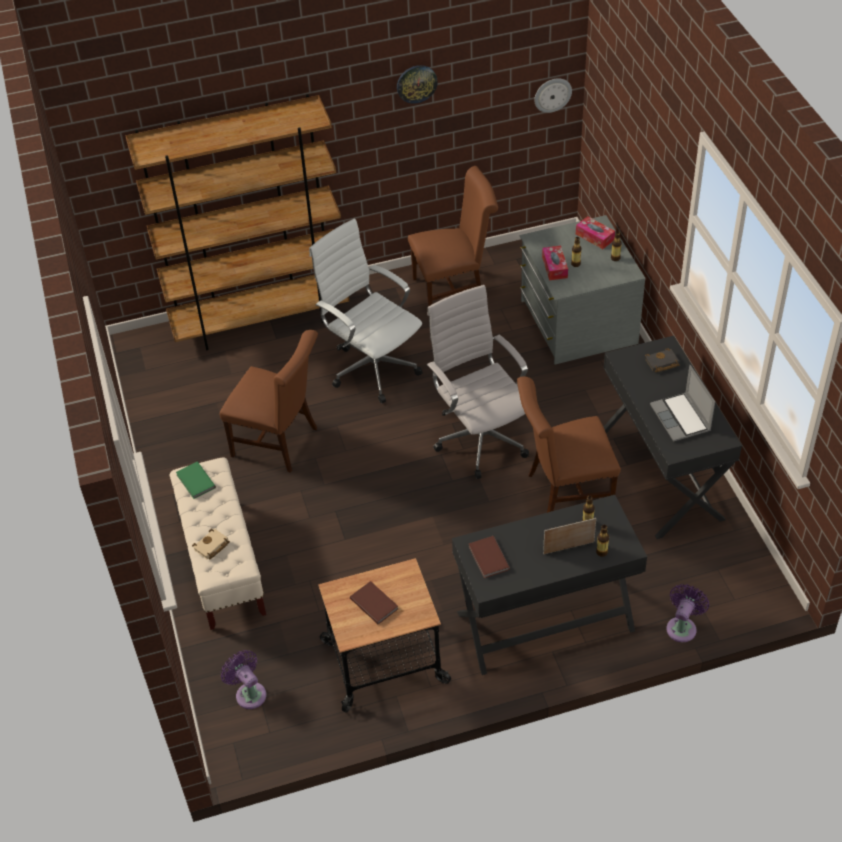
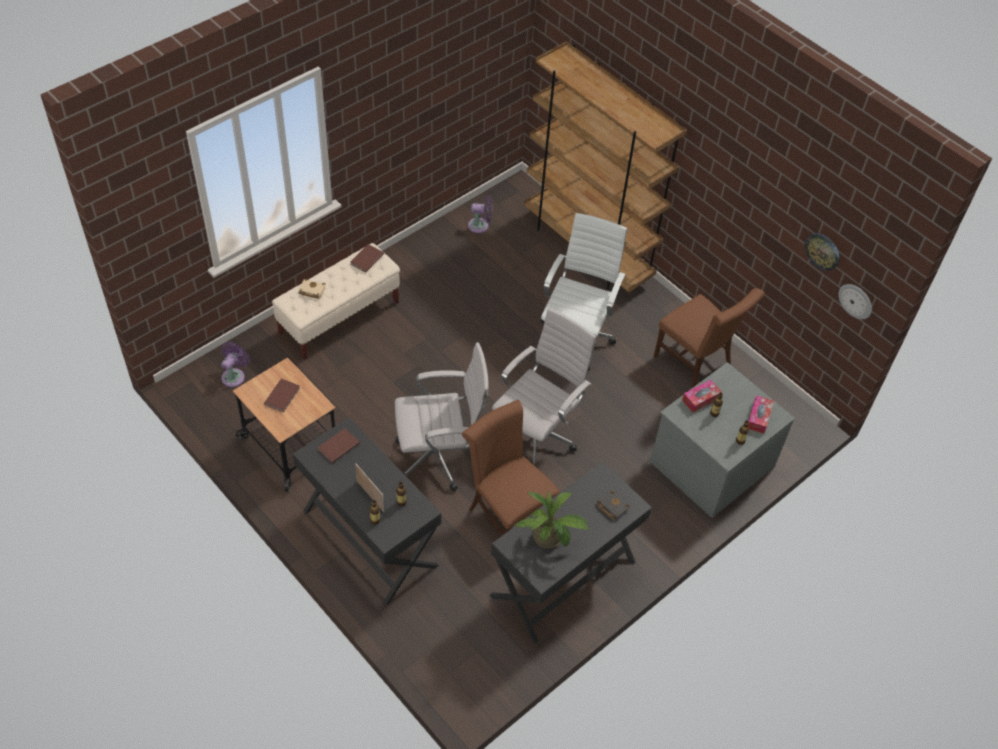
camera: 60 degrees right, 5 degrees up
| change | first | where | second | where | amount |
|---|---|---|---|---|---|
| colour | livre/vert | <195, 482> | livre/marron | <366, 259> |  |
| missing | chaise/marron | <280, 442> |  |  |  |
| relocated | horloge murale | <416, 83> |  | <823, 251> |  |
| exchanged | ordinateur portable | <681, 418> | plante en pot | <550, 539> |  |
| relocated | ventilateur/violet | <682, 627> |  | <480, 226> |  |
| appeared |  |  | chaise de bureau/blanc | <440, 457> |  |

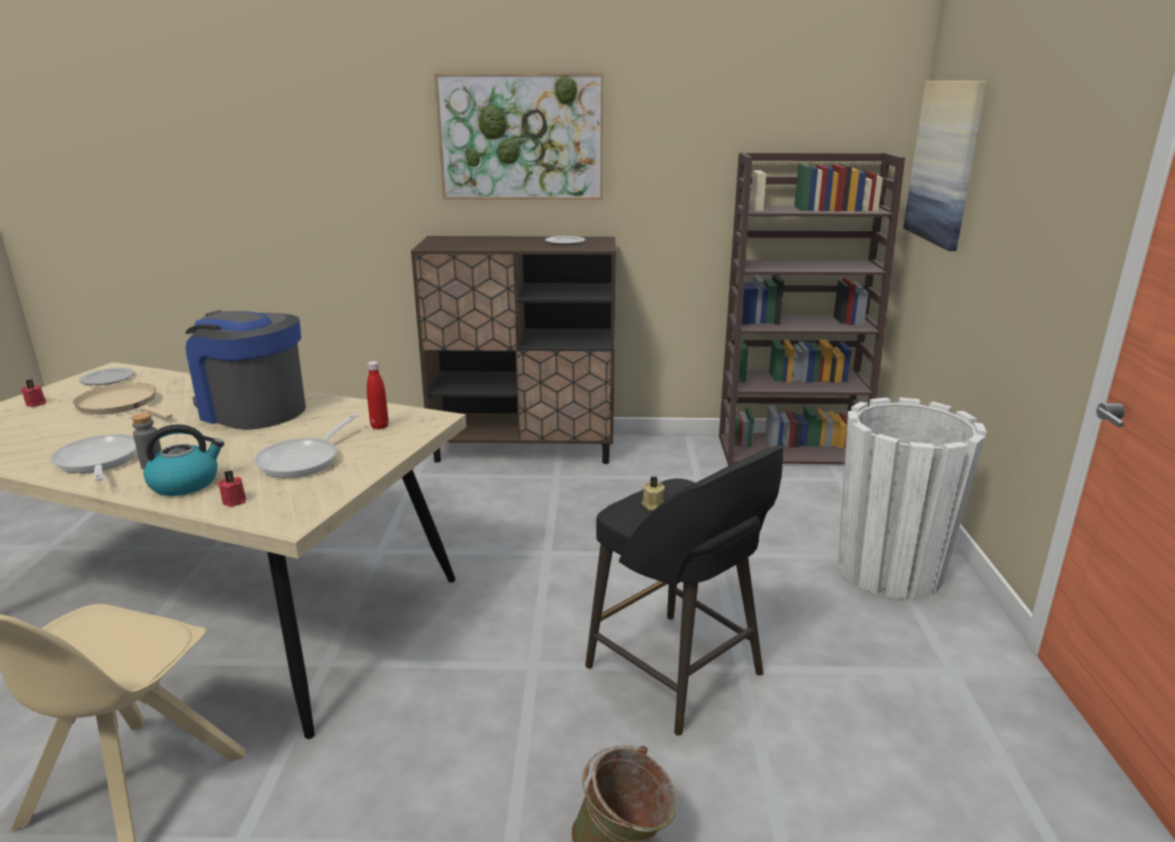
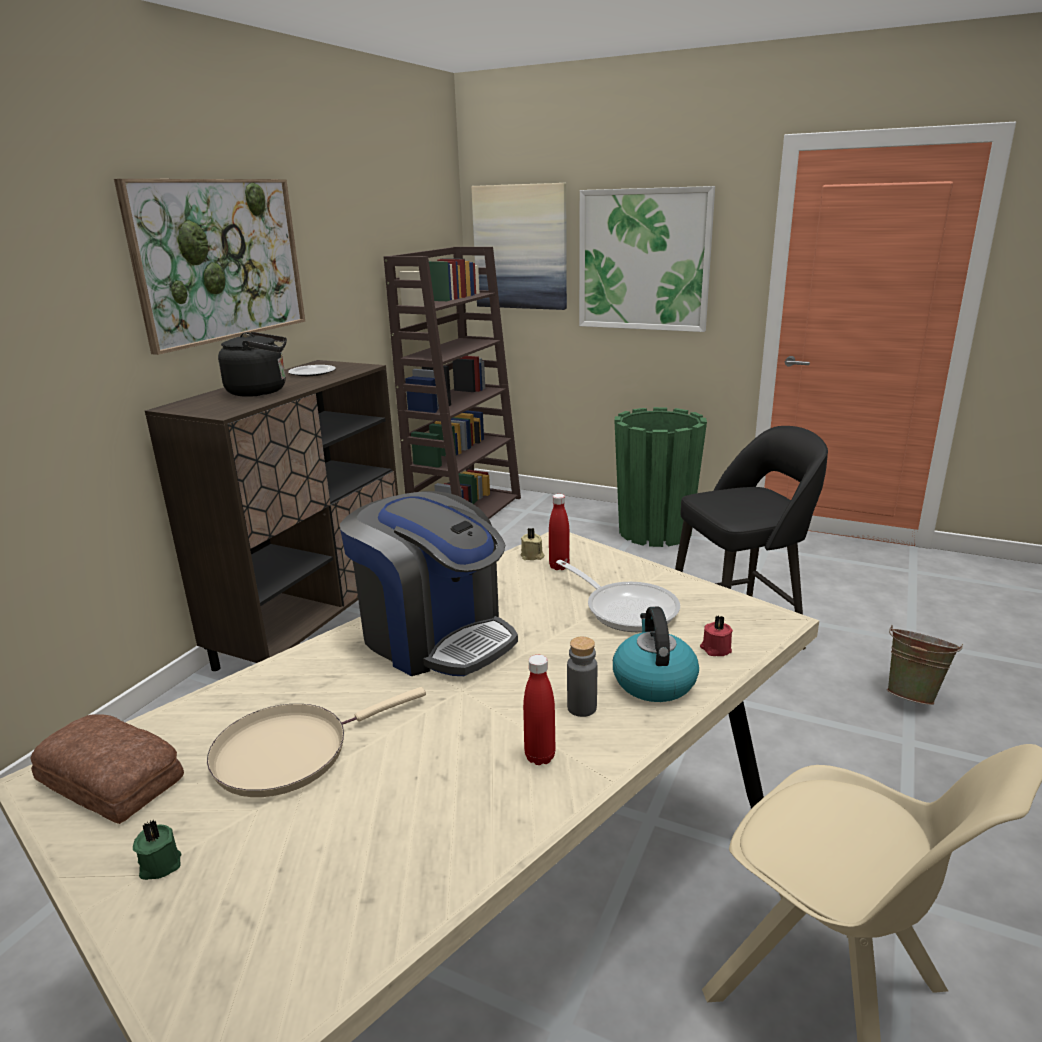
camera: 65 degrees left, 0 degrees up
| change | first | where | second | where | amount |
|---|---|---|---|---|---|
| colour | bougie/rouge | <37, 403> | bougie/vert | <159, 864> |  |
| exchanged | poêle | <97, 462> | bouteille/rouge | <540, 757> |  |
| exchanged | assiette | <109, 378> | pain | <111, 777> |  |
| spun | machine à café | <252, 410> |  | <435, 637> | 105 degrees counterclockwise |
| relocated | bougie/beige | <652, 505> |  | <532, 556> |  |
| colour | cache-pot/blanc | <889, 569> | cache-pot/vert | <655, 531> |  |
| appeared |  |  | bouilloire/noir | <261, 391> |  |
| appeared |  |  | tableau | <643, 260> |  |

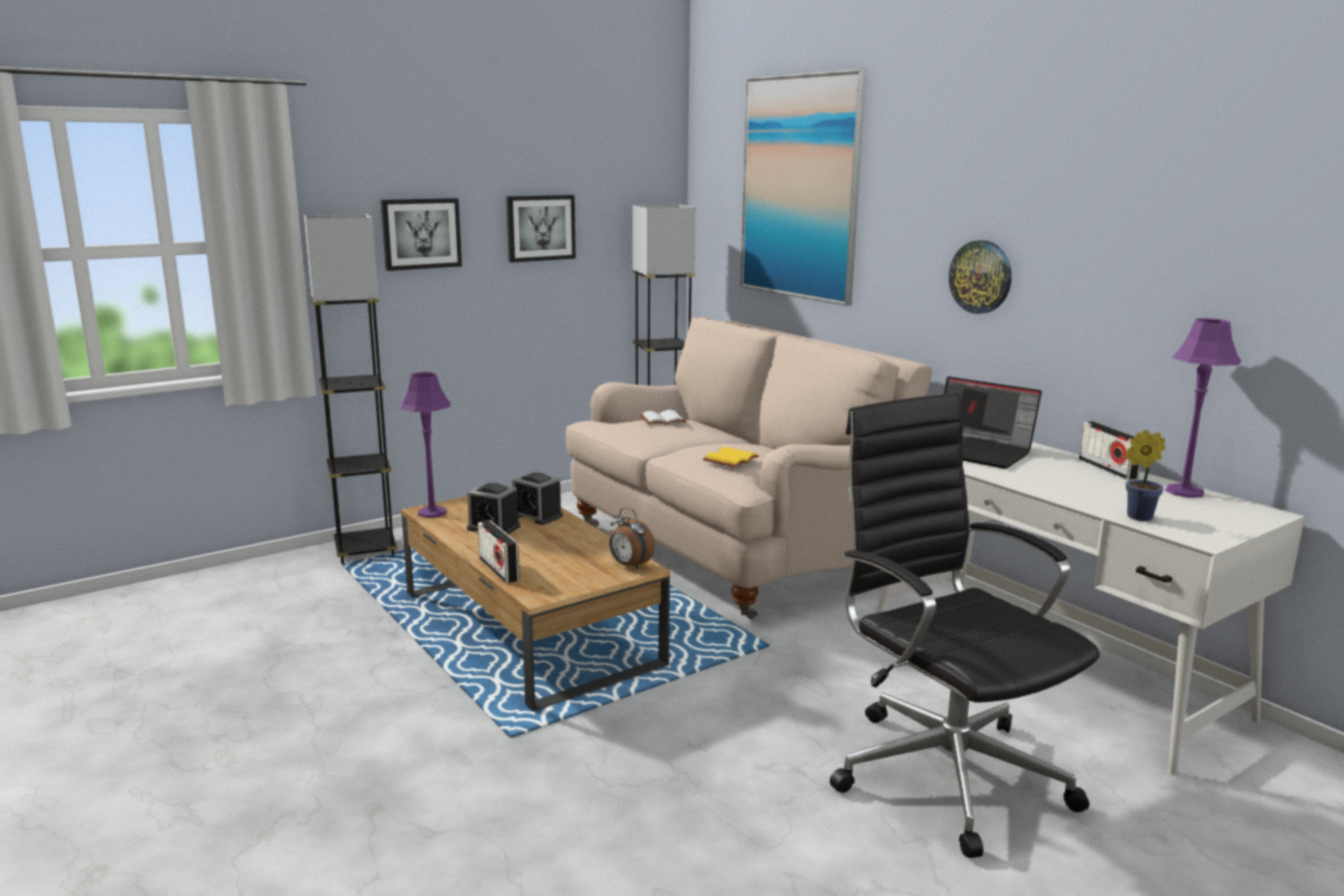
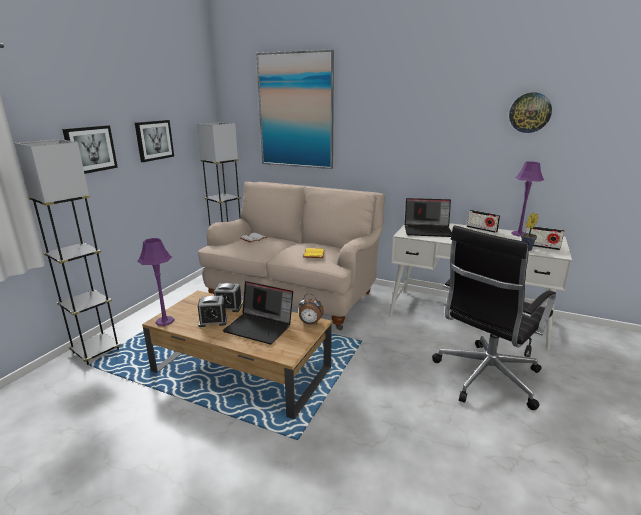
camera: 30 degrees left, 5 degrees up
| change | first | where | second | where | amount |
|---|---|---|---|---|---|
| relocated | radio | <499, 569> |  | <541, 246> |  |
| spun | chaise de bureau/noir | <944, 770> |  | <485, 377> | 75 degrees counterclockwise |
| relocated | horloge murale | <981, 277> |  | <530, 112> |  |
| appeared |  |  | ordinateur portable | <260, 327> |  |

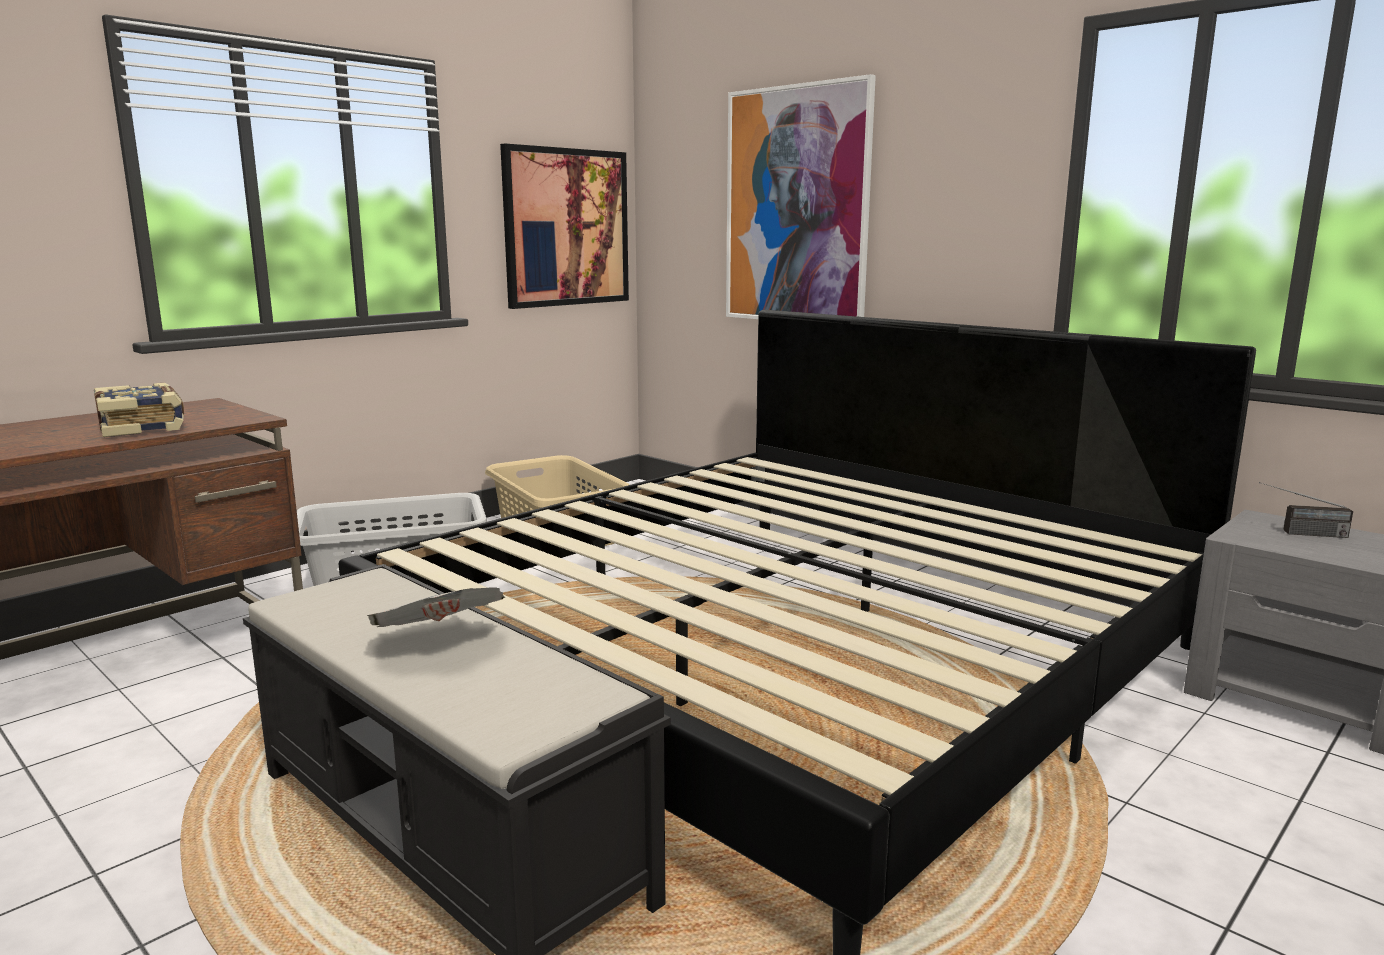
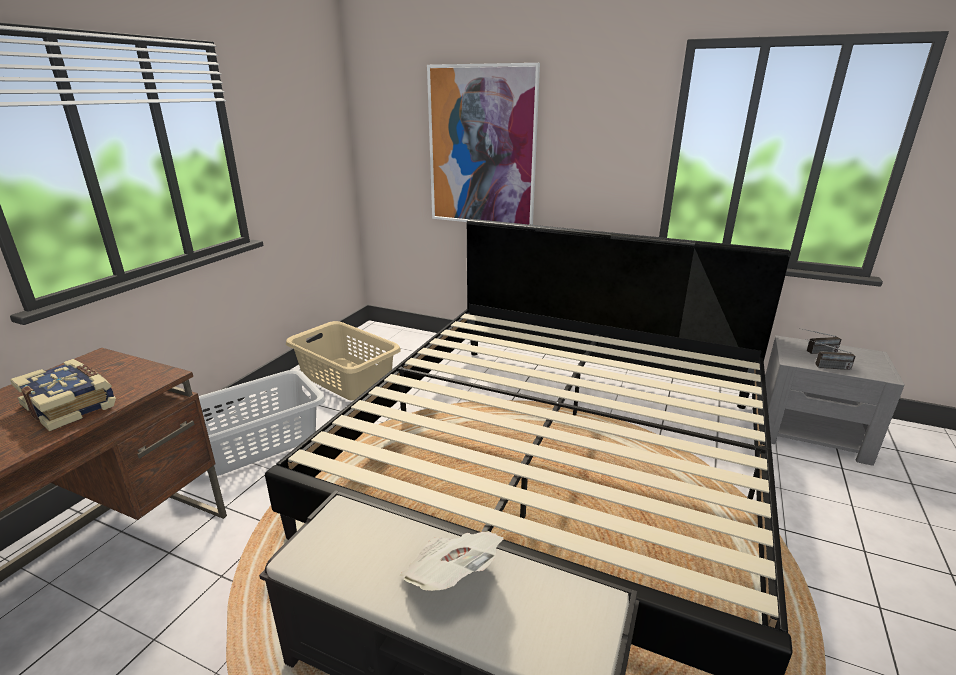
camera: 20 degrees left, 10 degrees up
| change | first | where | second | where | amount |
|---|---|---|---|---|---|
| missing | tableau | <566, 227> |  |  |  |
| appeared |  |  | radio | <824, 367> |  |

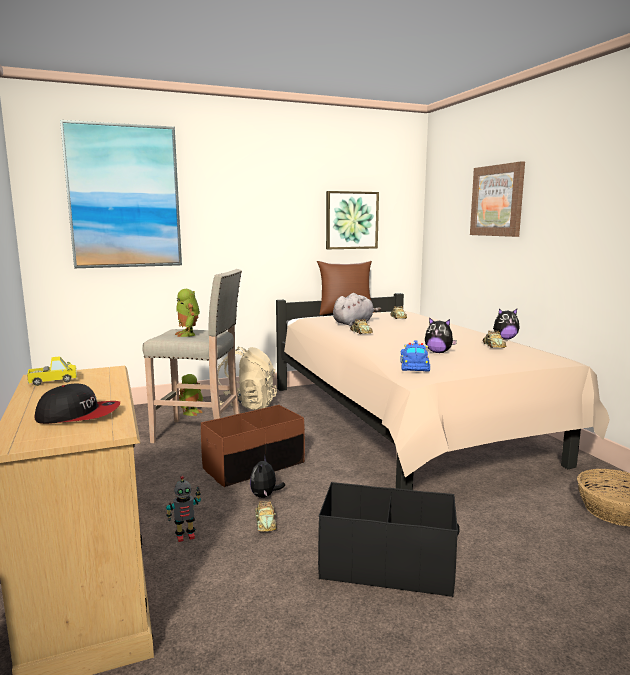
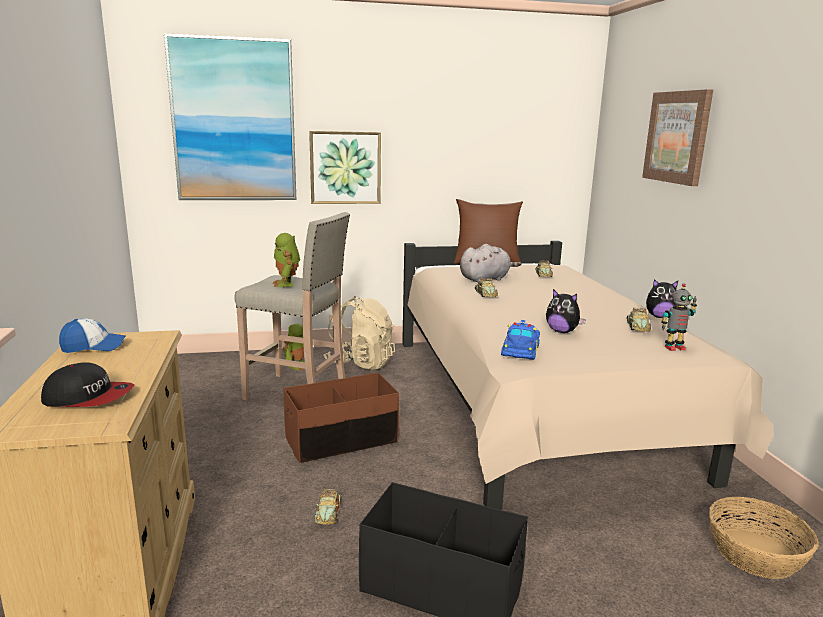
camera: 10 degrees right, 5 degrees up
| change | first | where | second | where | amount |
|---|---|---|---|---|---|
| exchanged | camion jouet | <53, 381> | casquette | <94, 347> |  |
| relocated | robot jouet | <185, 536> |  | <674, 348> |  |
| missing | peluche | <265, 496> |  |  |  |
| relocated | tableau | <351, 220> |  | <345, 168> |  |

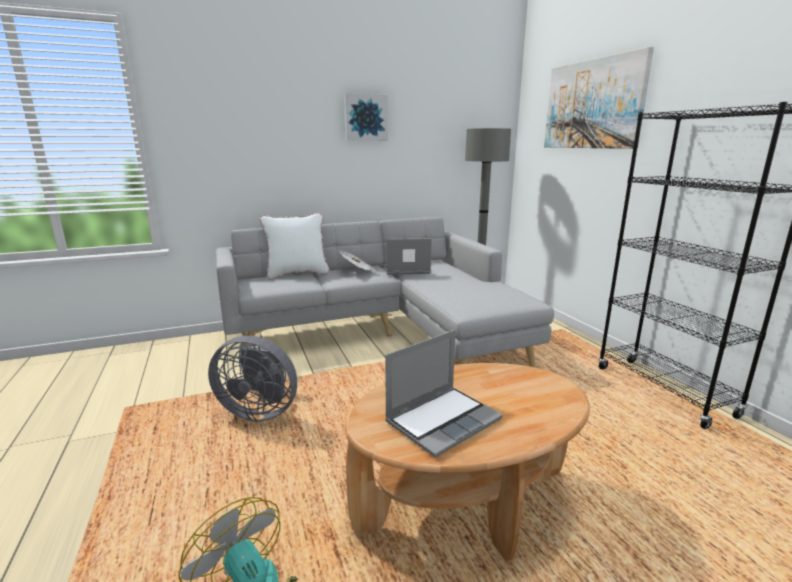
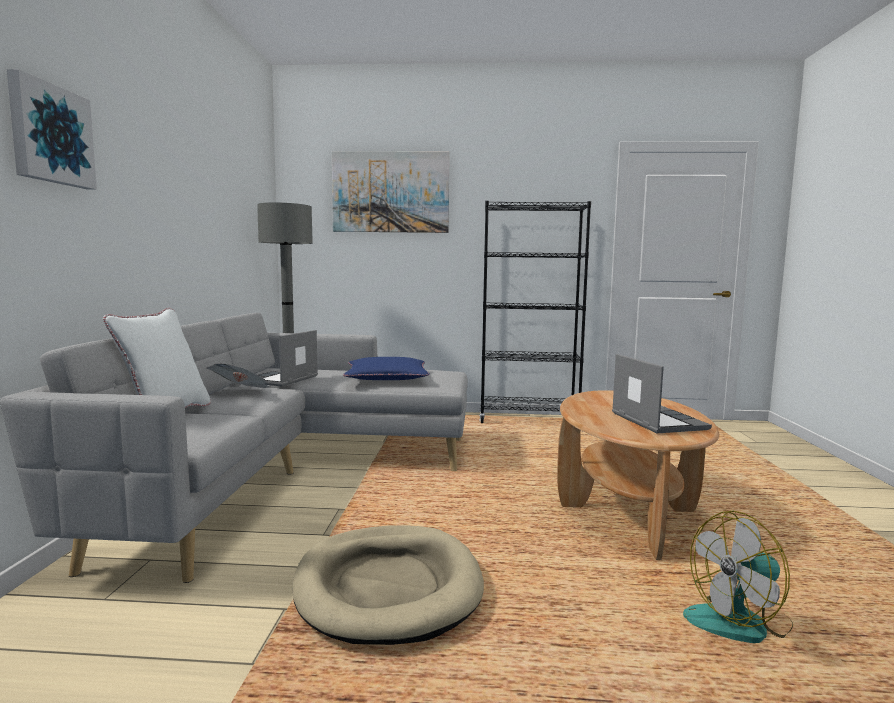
camera: 65 degrees left, 10 degrees down
| change | first | where | second | where | amount |
|---|---|---|---|---|---|
| exchanged | ventilateur/gris | <259, 411> | panier pour chien/beige | <388, 587> |  |
| relocated | tableau | <365, 118> |  | <50, 134> |  |
| appeared |  |  | coussin/bleu | <386, 378> |  |

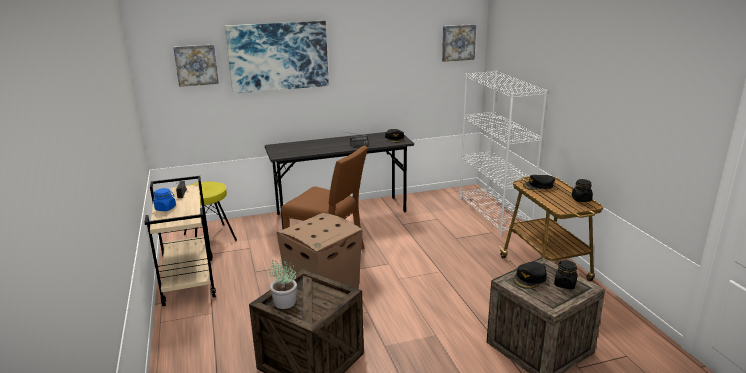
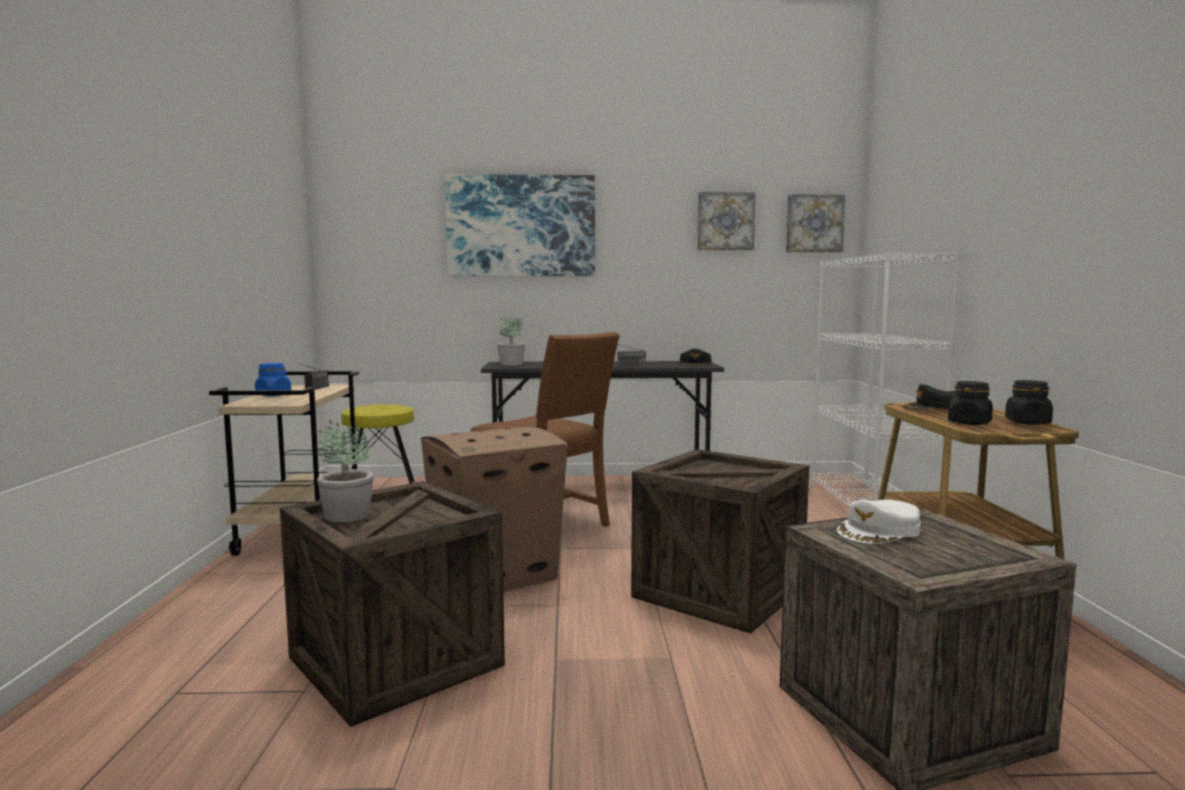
camera: 15 degrees right, 15 degrees down
| change | first | where | second | where | amount |
|---|---|---|---|---|---|
| relocated | tableau | <196, 65> |  | <725, 221> |  |
| colour | casquette/noir | <530, 278> | casquette/blanc | <879, 531> |  |
| relocated | bocal/noir | <565, 284> |  | <969, 423> |  |
| appeared |  |  | plante en pot | <511, 364> |  |
| appeared |  |  | caisse | <719, 592> |  |

